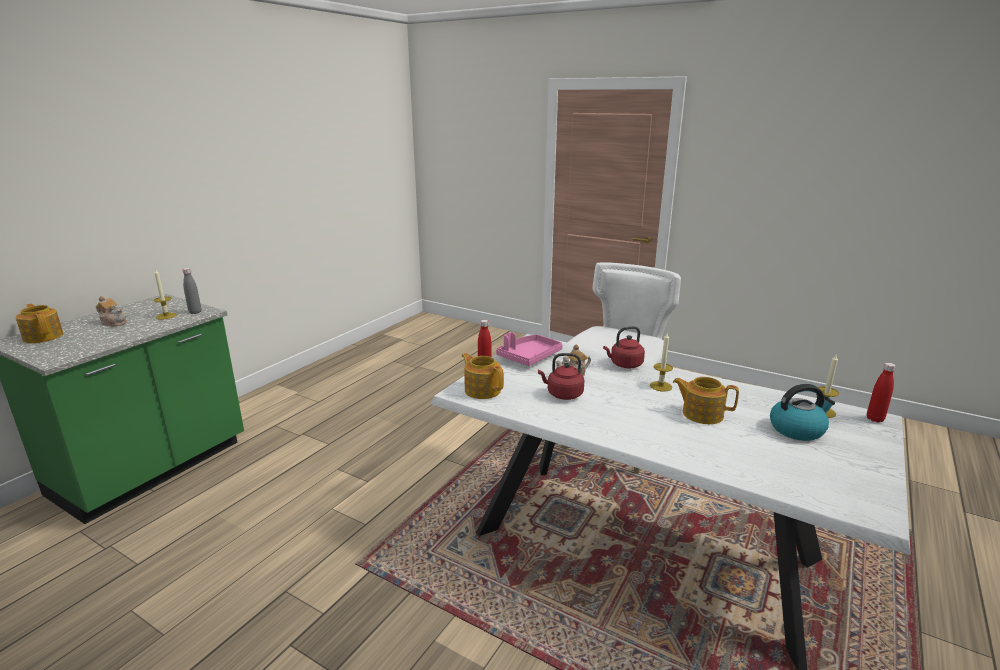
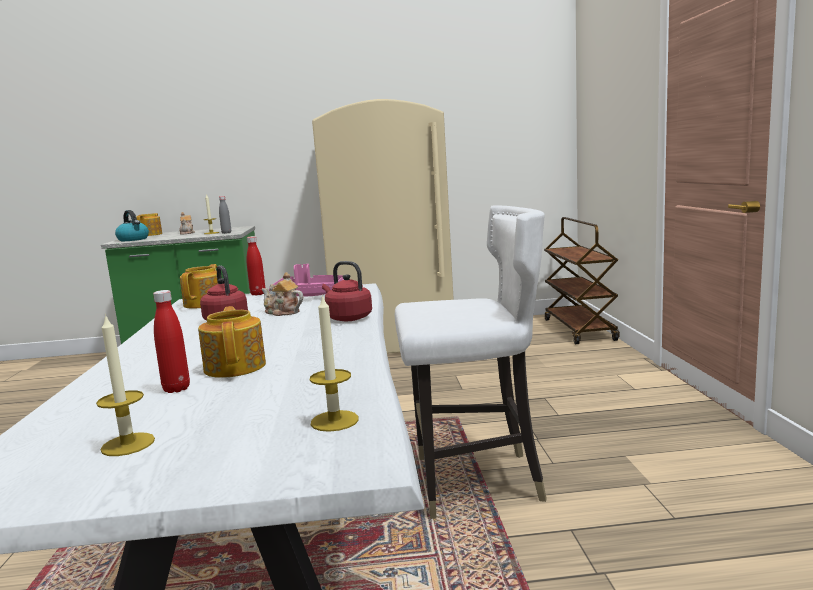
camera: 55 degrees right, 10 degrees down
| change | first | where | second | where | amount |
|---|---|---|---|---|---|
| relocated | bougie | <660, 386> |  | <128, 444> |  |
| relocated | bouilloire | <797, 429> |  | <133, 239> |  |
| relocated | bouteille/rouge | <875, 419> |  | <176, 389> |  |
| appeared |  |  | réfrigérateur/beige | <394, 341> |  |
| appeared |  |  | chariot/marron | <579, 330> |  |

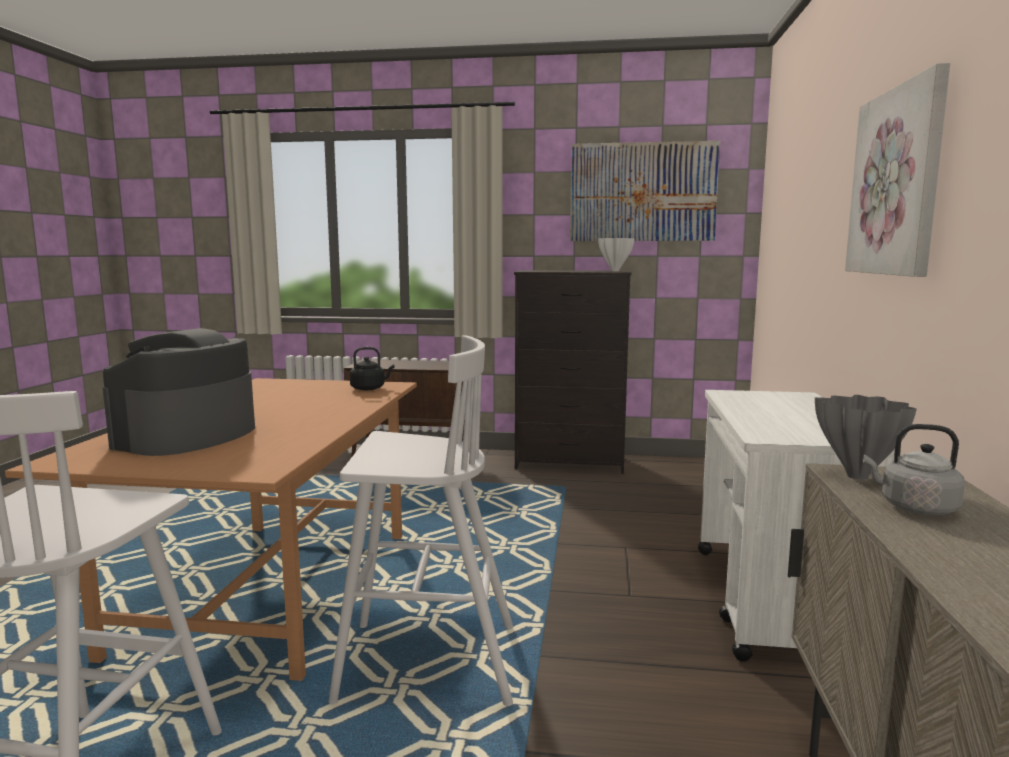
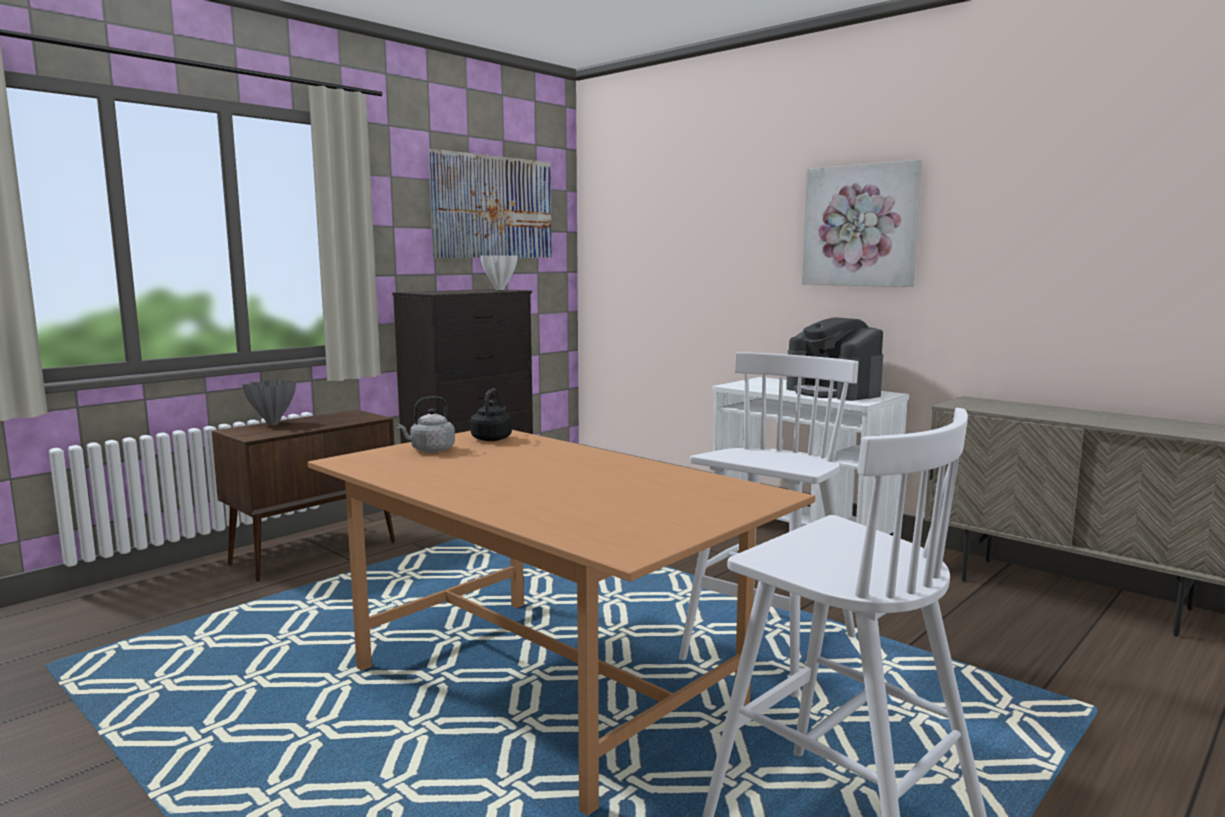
camera: 55 degrees left, 0 degrees up
| change | first | where | second | where | amount |
|---|---|---|---|---|---|
| relocated | machine à café | <187, 436> |  | <833, 392> |  |
| relocated | vase/gris | <859, 477> |  | <274, 424> |  |
| relocated | bouilloire/gris | <914, 508> |  | <430, 450> |  |

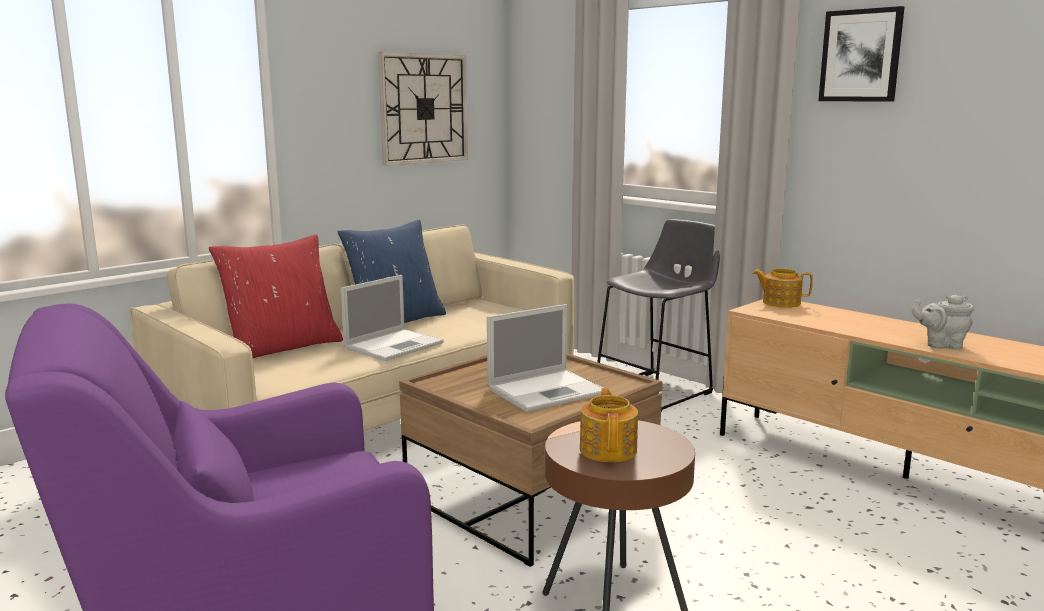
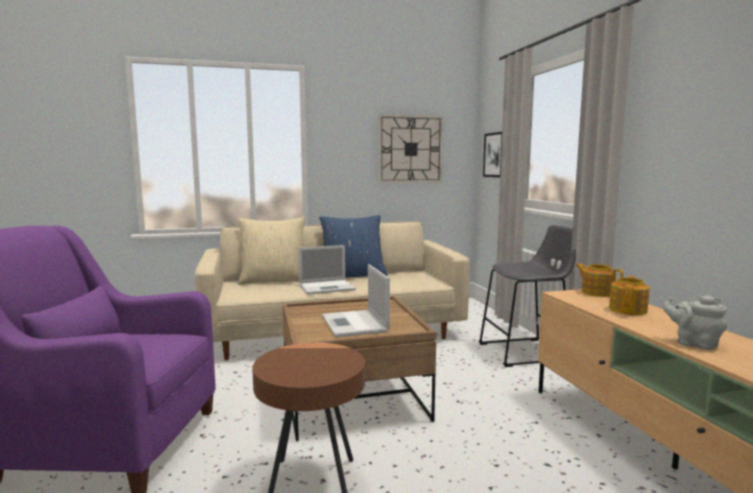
camera: 30 degrees right, 5 degrees down
| change | first | where | second | where | amount |
|---|---|---|---|---|---|
| colour | coussin/rouge | <282, 347> | coussin/beige | <273, 280> |  |
| spun | ordinateur portable | <548, 390> |  | <355, 324> | 75 degrees clockwise |
| relocated | théière | <608, 449> |  | <628, 310> |  |
| relocated | tableau | <861, 55> |  | <495, 155> |  |

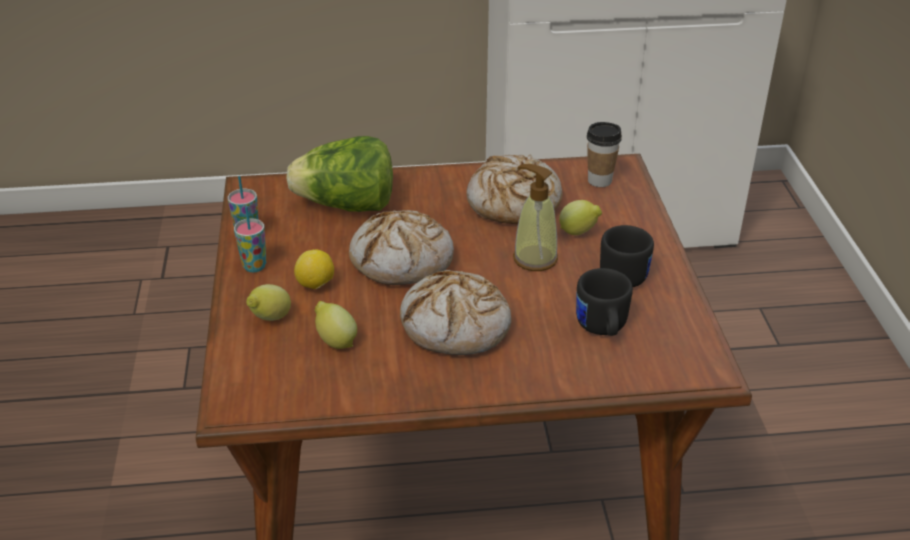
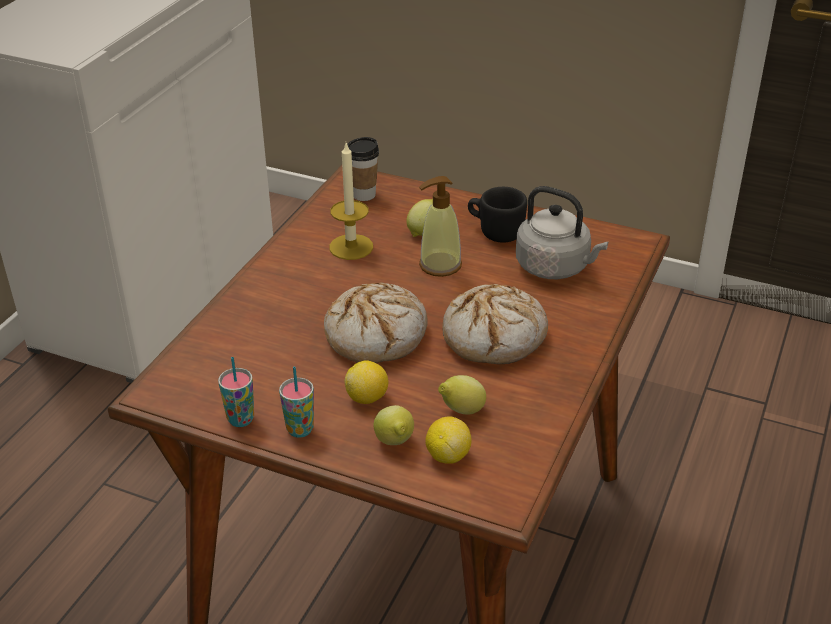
camera: 60 degrees left, 0 degrees up
| change | first | where | second | where | amount |
|---|---|---|---|---|---|
| missing | laitue | <347, 206> |  |  |  |
| exchanged | pain | <513, 203> | bougie | <351, 247> |  |
| exchanged | mug/noir | <601, 329> | bouilloire/gris | <555, 267> |  |
| appeared |  |  | citron | <447, 455> |  |

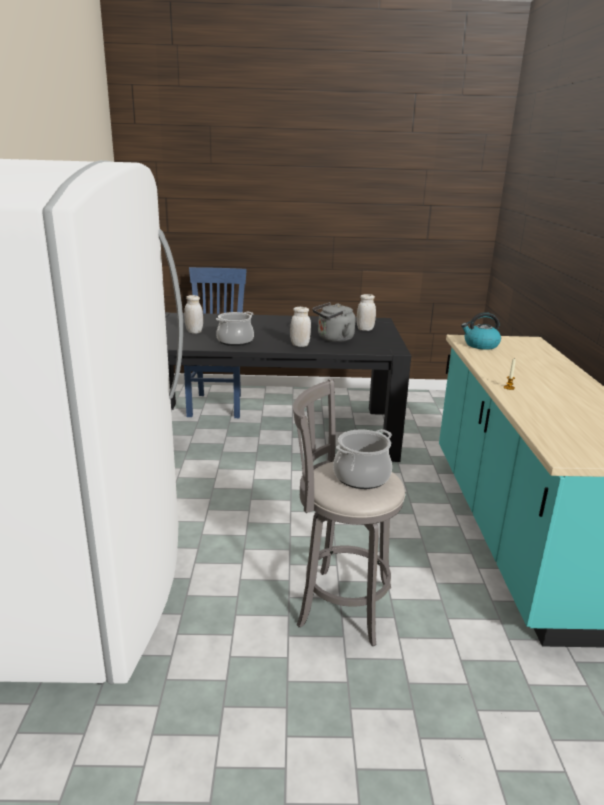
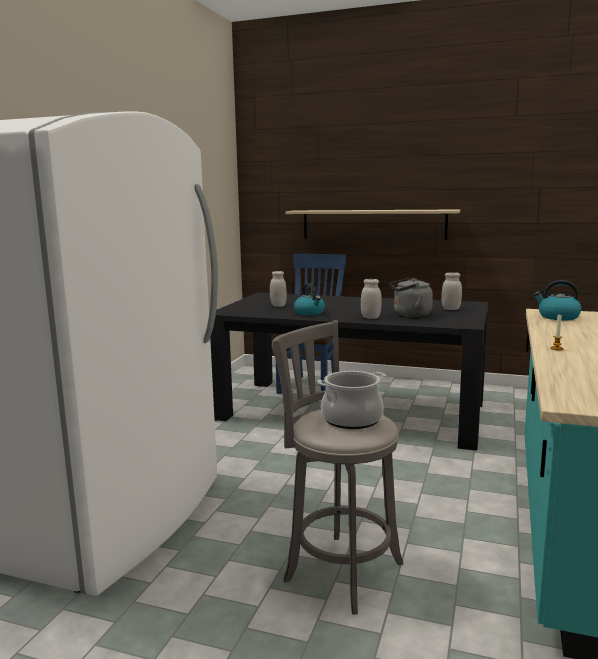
camera: 20 degrees right, 10 degrees down
| change | first | where | second | where | amount |
|---|---|---|---|---|---|
| exchanged | marmite | <235, 341> | bouilloire | <310, 313> |  |
| appeared |  |  | étagère/beige | <373, 224> |  |

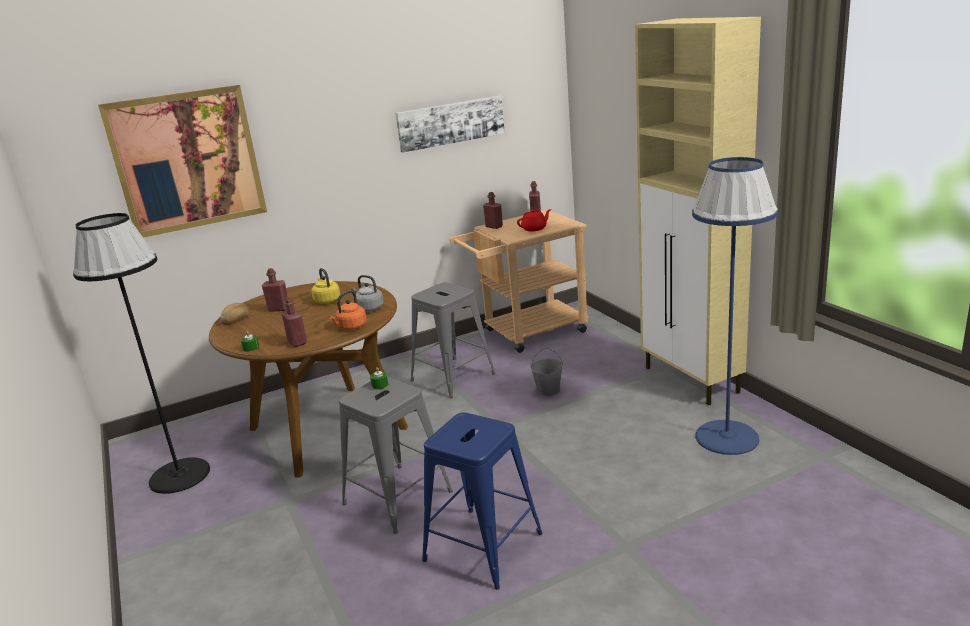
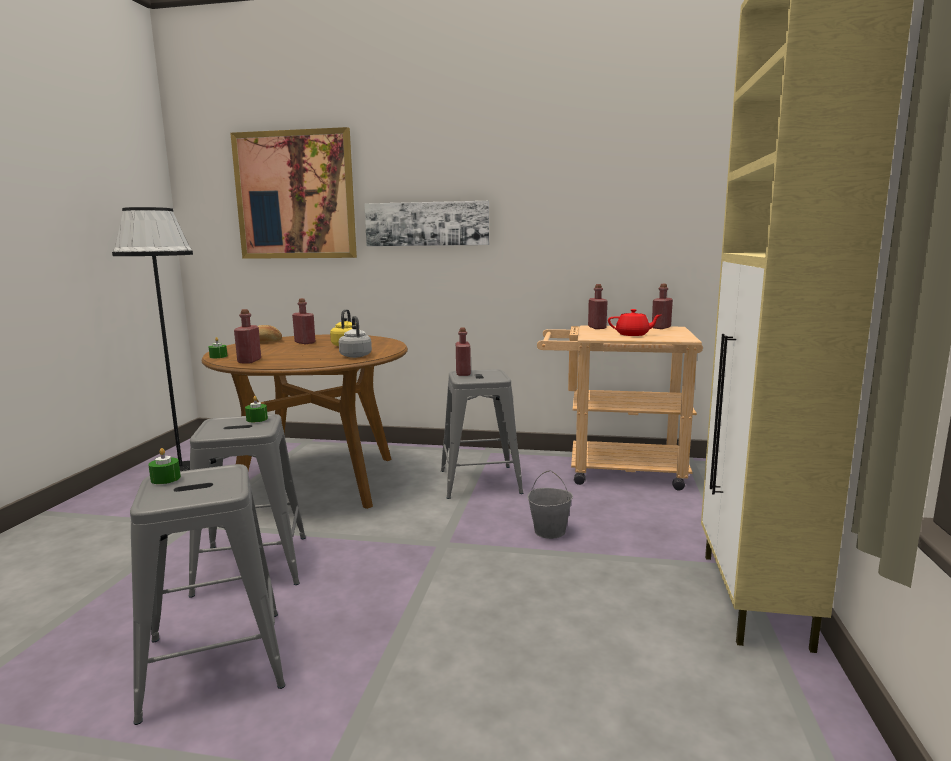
camera: 35 degrees right, 10 degrees down
| change | first | where | second | where | amount |
|---|---|---|---|---|---|
| missing | bouilloire/orange | <351, 327> |  |  |  |
| relocated | tableau | <450, 123> |  | <427, 224> |  |
| colour | tabouret/bleu | <483, 547> | tabouret/gris | <214, 663> |  |
| missing | lampadaire/bleu | <727, 437> |  |  |  |
| appeared |  |  | bougie/vert | <165, 479> |  |
| appeared |  |  | bouteille/rouge | <463, 373> |  |

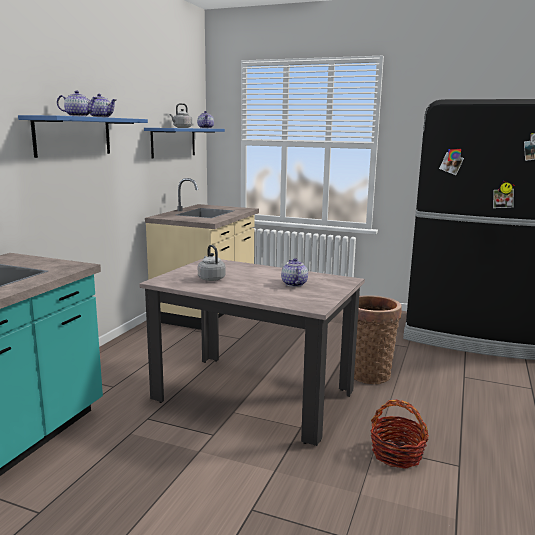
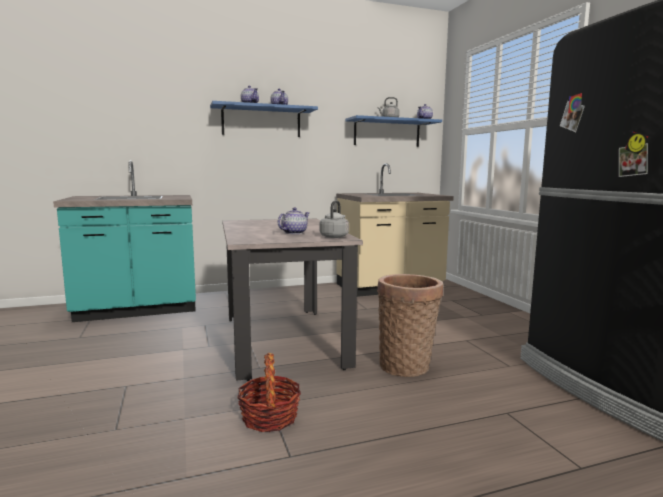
camera: 50 degrees right, 5 degrees down
| change | first | where | second | where | amount |
|---|---|---|---|---|---|
| relocated | bouilloire/gris | <211, 278> |  | <334, 236> |  |

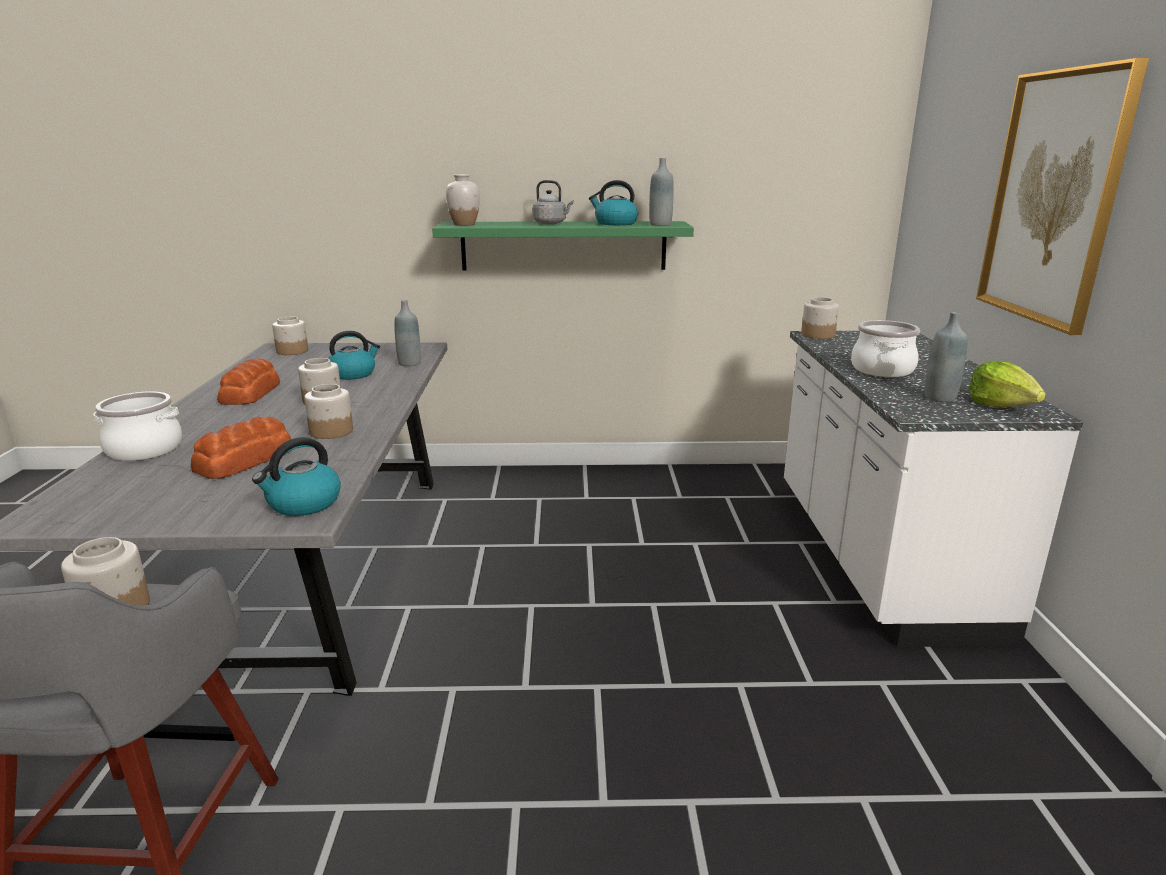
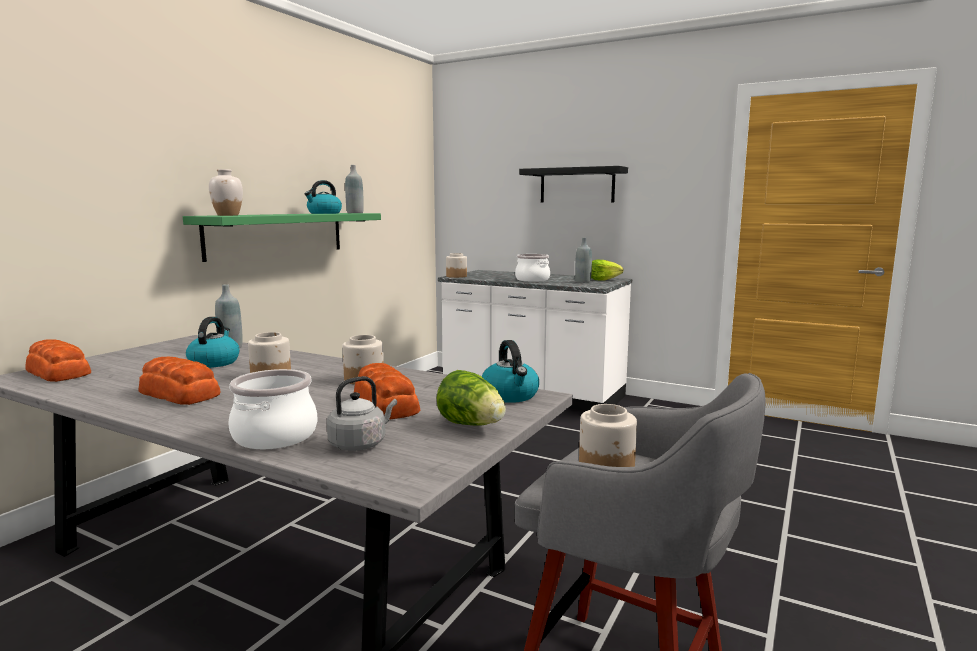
camera: 60 degrees left, 10 degrees down
| change | first | where | second | where | amount |
|---|---|---|---|---|---|
| exchanged | bocal | <293, 351> | pain | <58, 372> |  |
| relocated | bouilloire/gris | <551, 223> |  | <360, 444> |  |
| exchanged | tableau | <1053, 198> | étagère/noir | <577, 185> |  |
| appeared |  |  | laitue | <472, 425> |  |

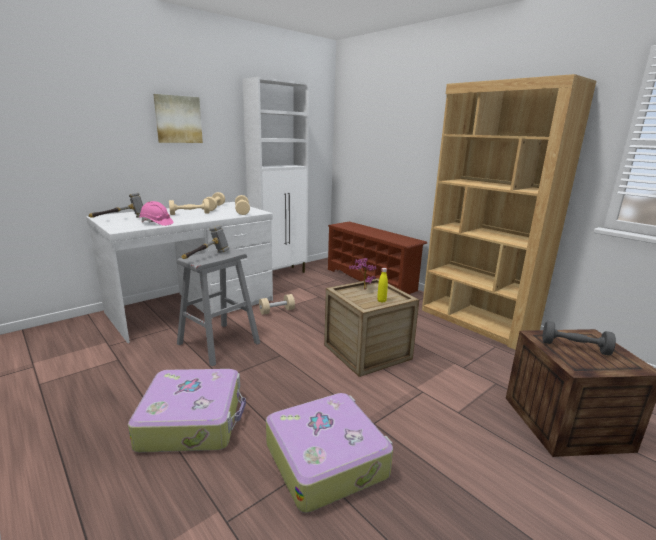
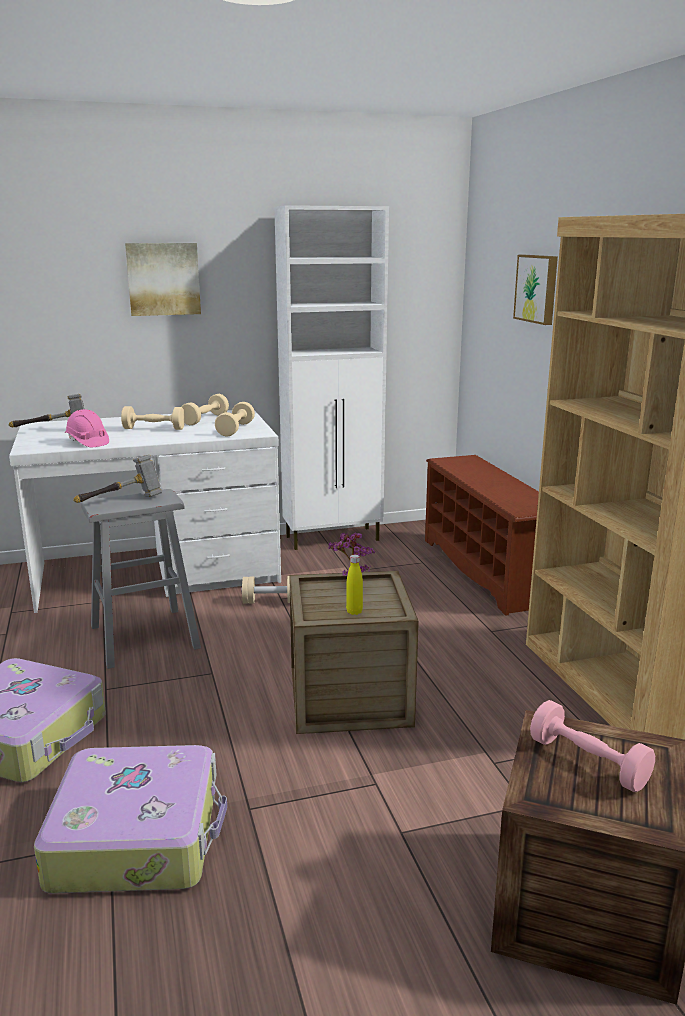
camera: 25 degrees right, 0 degrees up
| change | first | where | second | where | amount |
|---|---|---|---|---|---|
| colour | haltère/gris | <574, 347> | haltère/rose | <588, 762> |  |
| appeared |  |  | tableau | <537, 288> |  |

